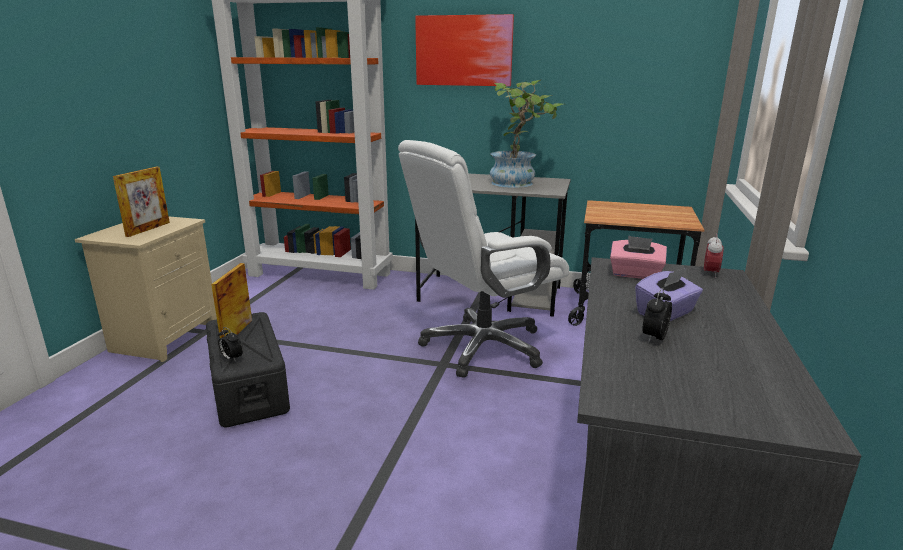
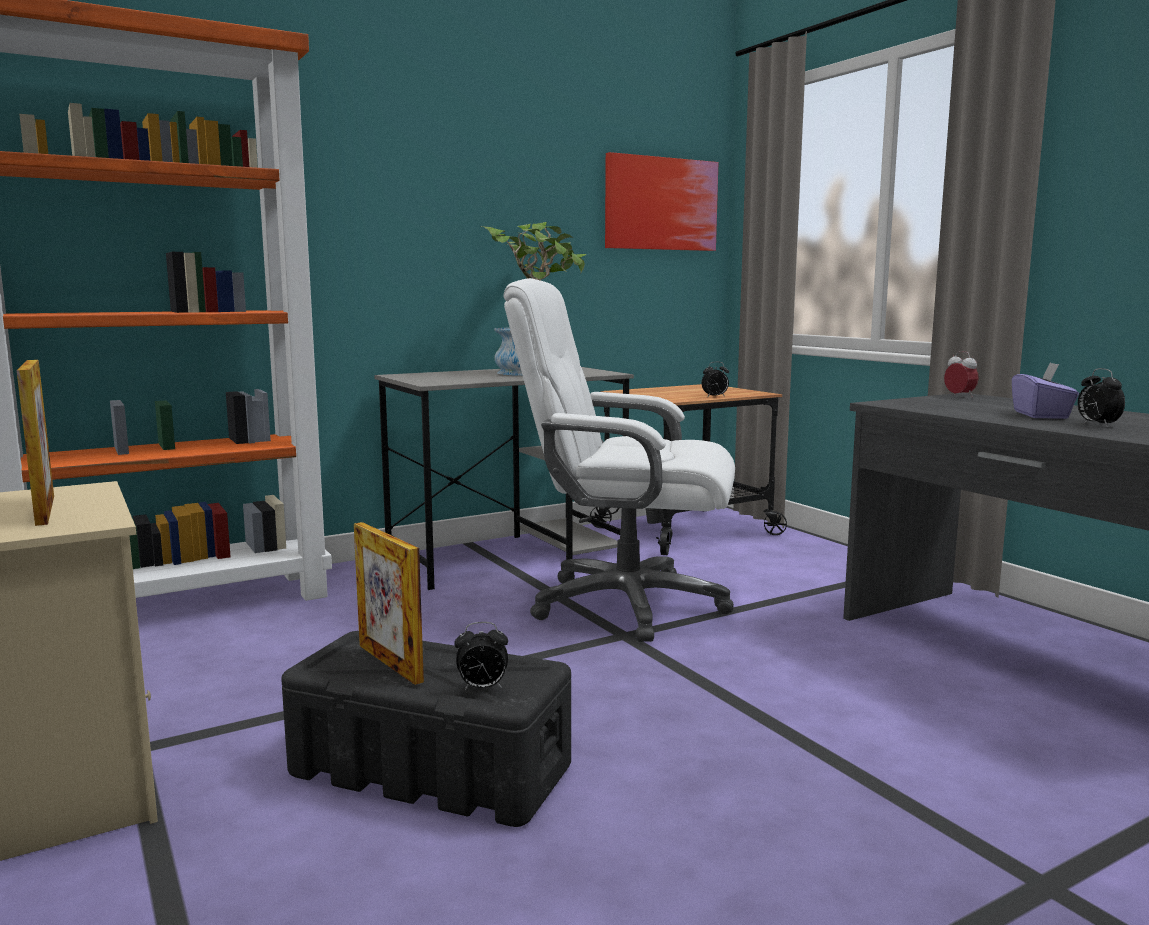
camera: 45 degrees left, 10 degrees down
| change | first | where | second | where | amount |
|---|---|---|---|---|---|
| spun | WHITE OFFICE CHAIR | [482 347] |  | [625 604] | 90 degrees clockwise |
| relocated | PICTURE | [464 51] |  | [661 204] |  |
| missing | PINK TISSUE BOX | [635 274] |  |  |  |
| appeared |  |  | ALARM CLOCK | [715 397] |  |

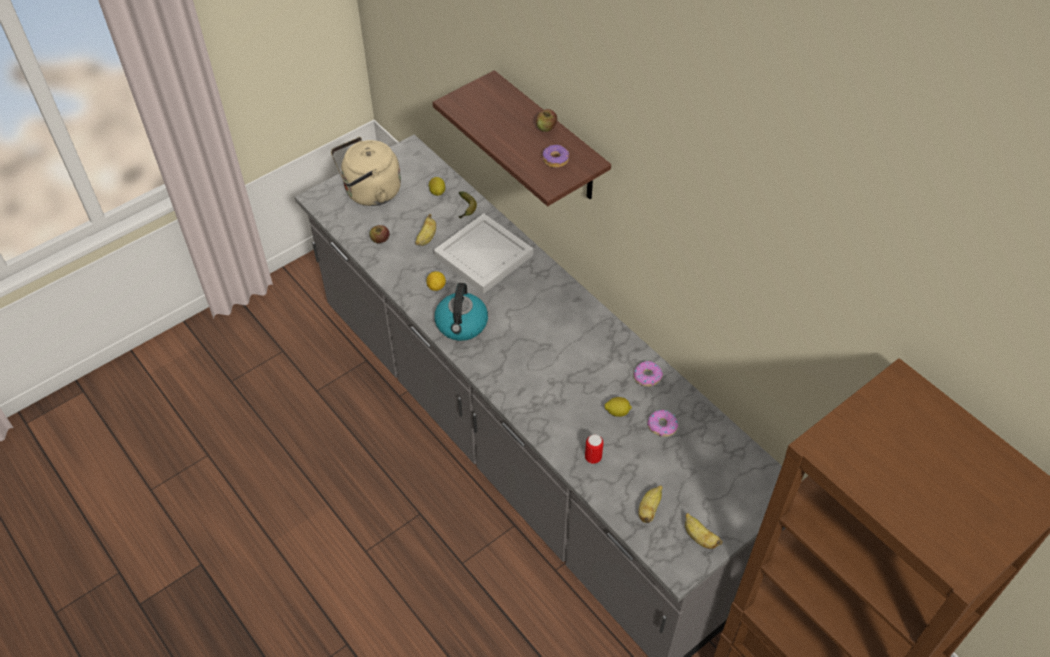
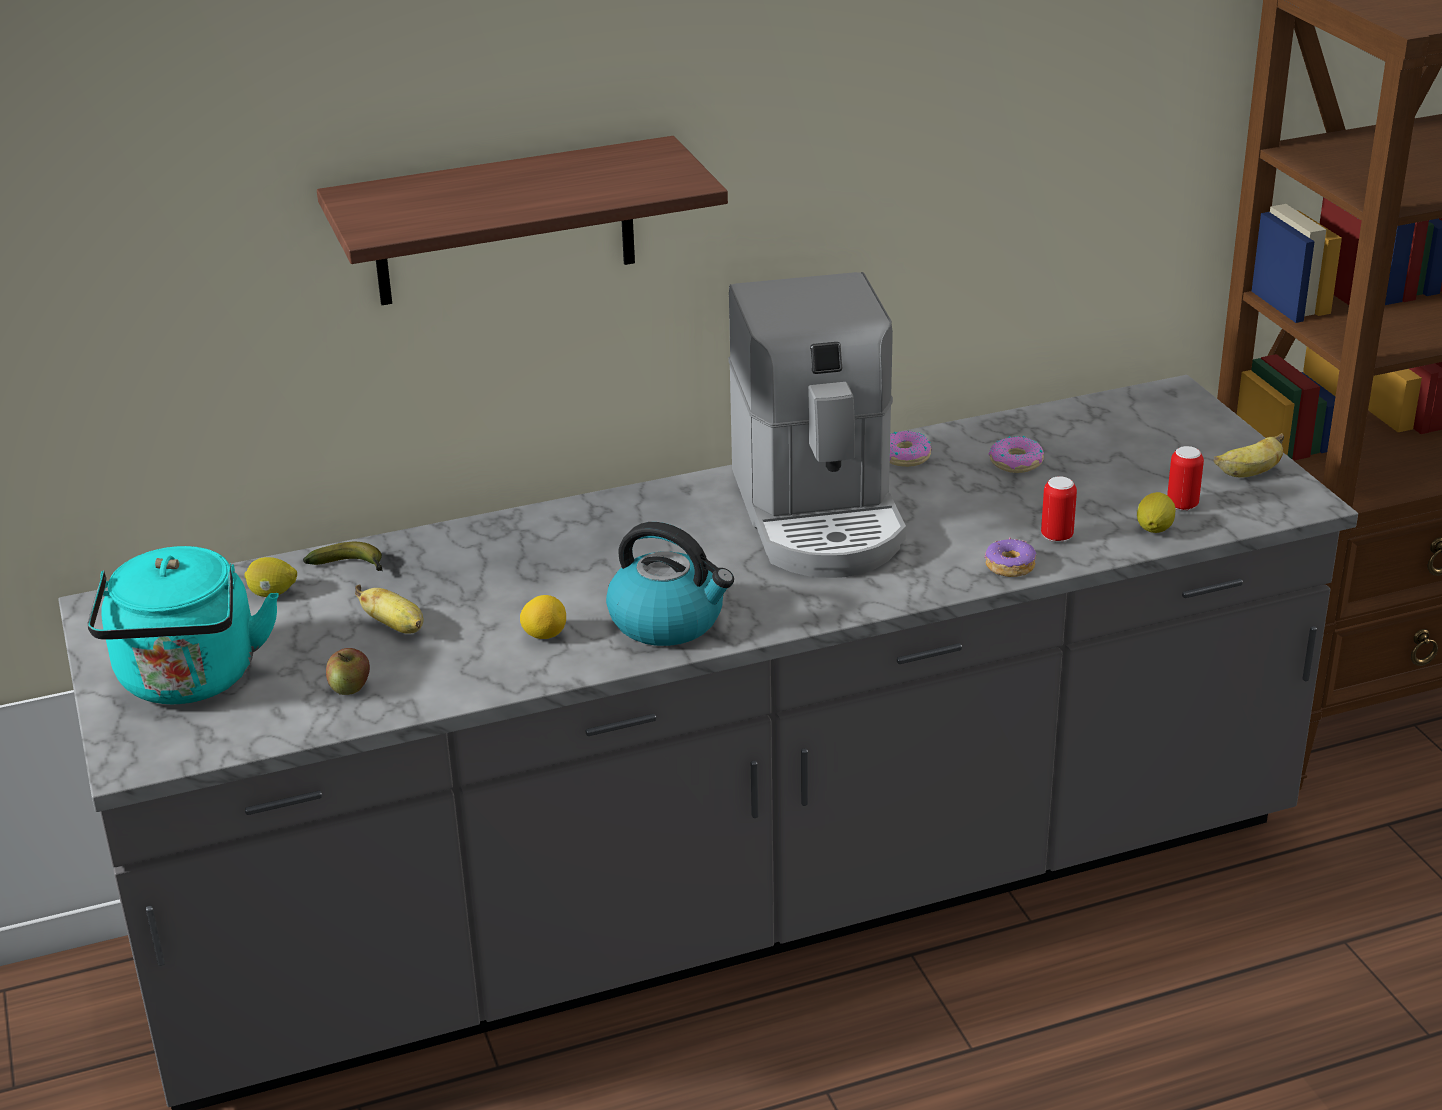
camera: 70 degrees left, 20 degrees down
| change | first | where | second | where | amount |
|---|---|---|---|---|---|
| colour | BEIGE KETTLE | [369 193] | TURQUOISE KETTLE | [189 681] |  |
| missing | WHITE TRAY | [482 256] |  |  |  |
| missing | APPLE | [546 127] |  |  |  |
| relocated | DONUT | [555 160] |  | [1009 566] |  |
| relocated | LEMON | [617 412] |  | [1153 530] |  |
| exchanged | BANANA | [649 509] | CAN | [1182 505] |  |
| appeared |  |  | COFFEE MACHINE | [819 515] |  |

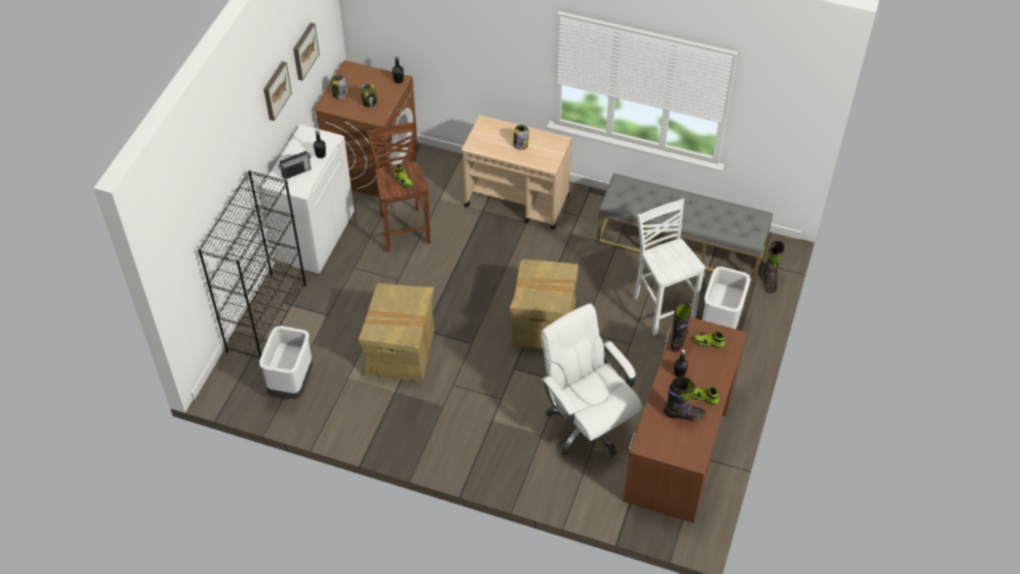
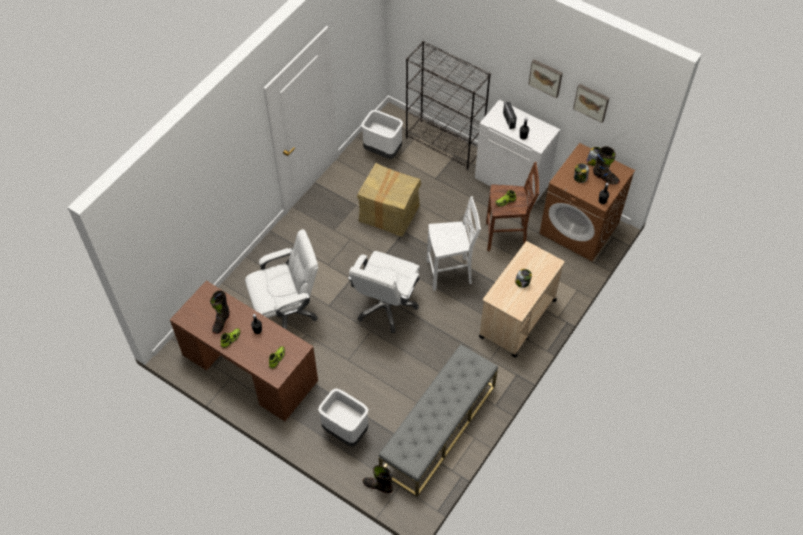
camera: 105 degrees right, 5 degrees up
| change | first | where | second | where | amount |
|---|---|---|---|---|---|
| exchanged | CARDBOARD BOX | [543 324] | WHITE OFFICE CHAIR | [386 306] |  |
| relocated | WHITE STOOL | [662 308] |  | [450 273] |  |
| relocated | BLACK BOOT | [679 338] |  | [605 178] |  |

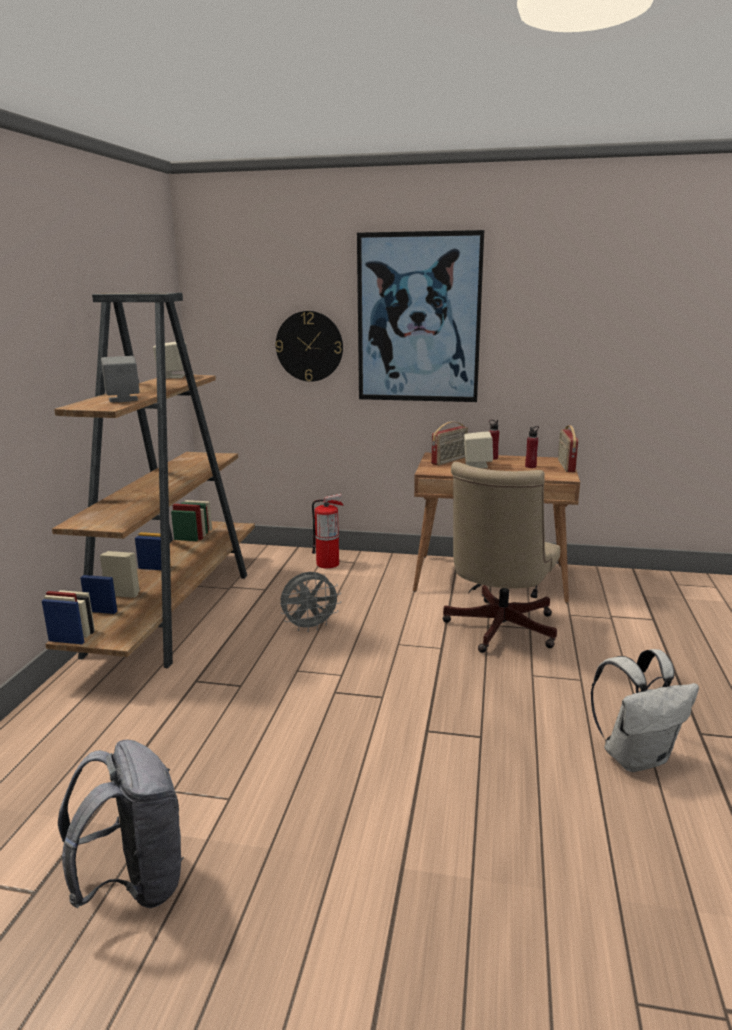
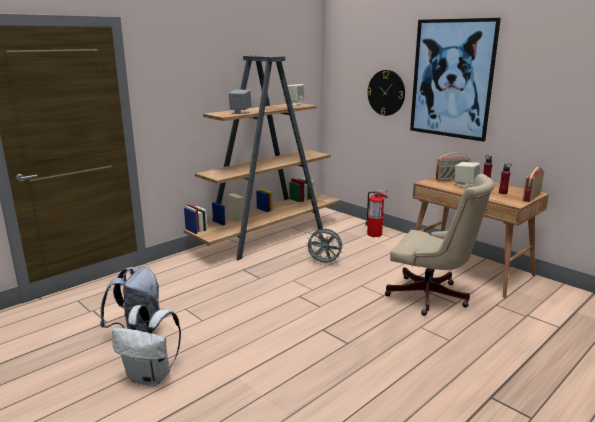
camera: 35 degrees right, 0 degrees up
| change | first | where | second | where | amount |
|---|---|---|---|---|---|
| spun | BEIGE OFFICE CHAIR | [497 630] |  | [432 297] | 120 degrees counterclockwise |
| relocated | WHITE BACKPACK | [636 756] |  | [151 376] |  |

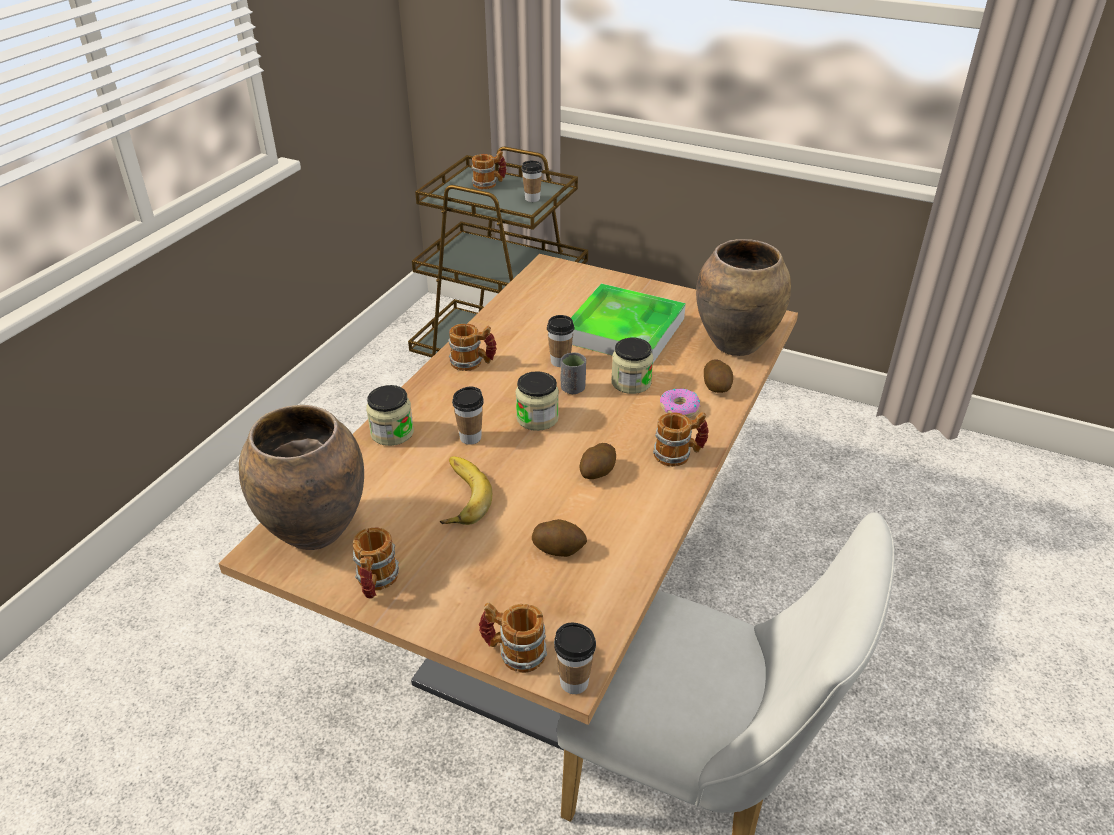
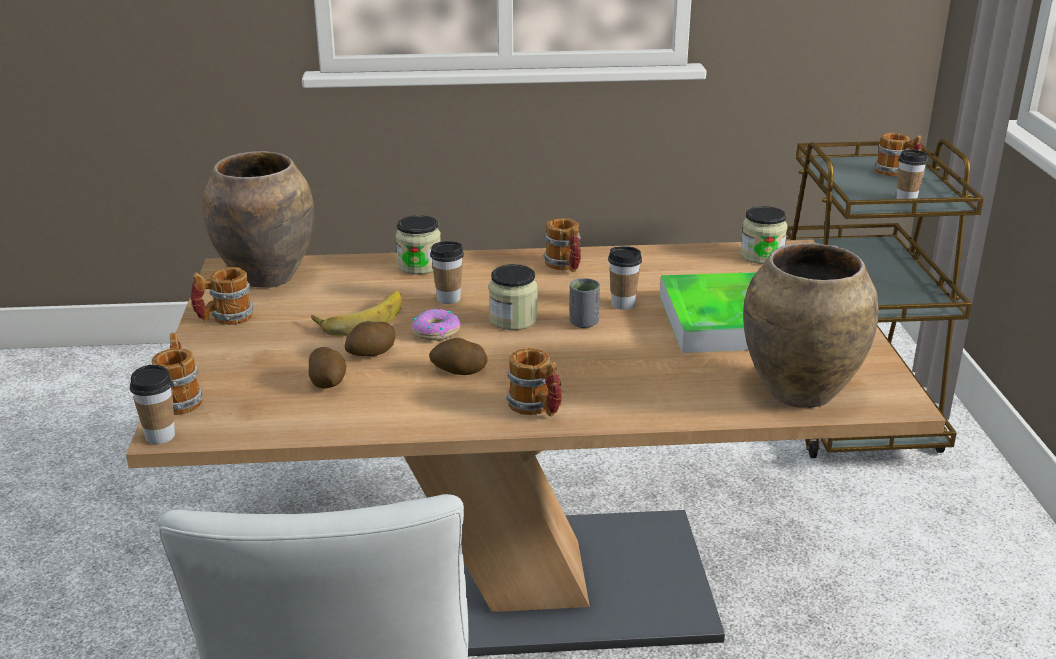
camera: 60 degrees right, 10 degrees down
| change | first | where | second | where | amount |
|---|---|---|---|---|---|
| relocated | JAR | [631 382] |  | [761 256] |  |
| relocated | DONUT | [679 408] |  | [436 331] |  |
| relocated | POTATO | [717 387] |  | [371 354] |  |

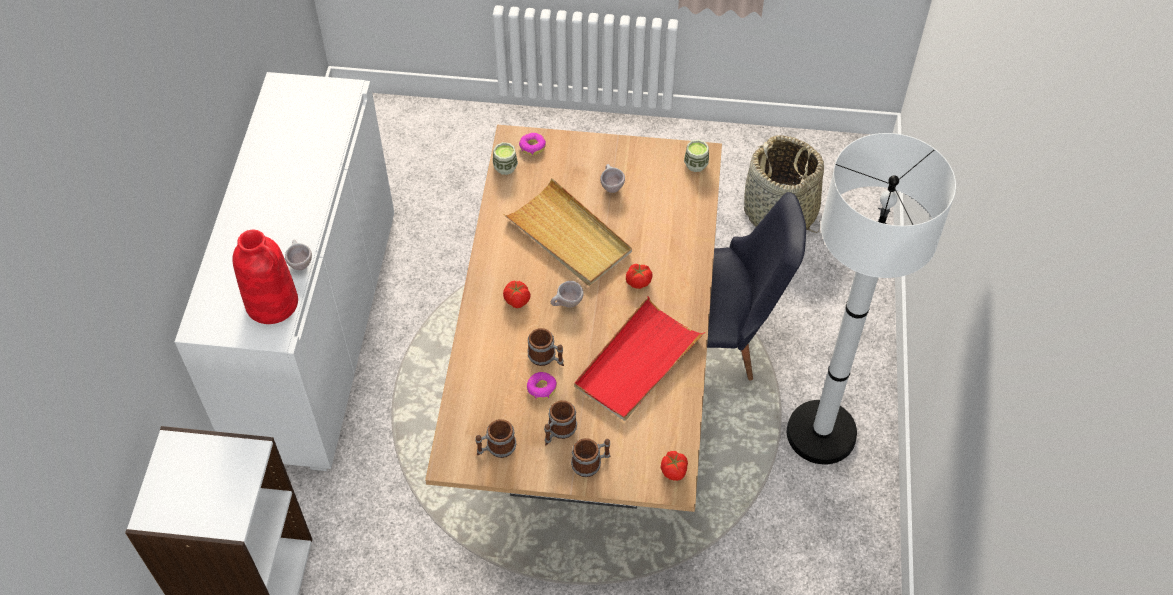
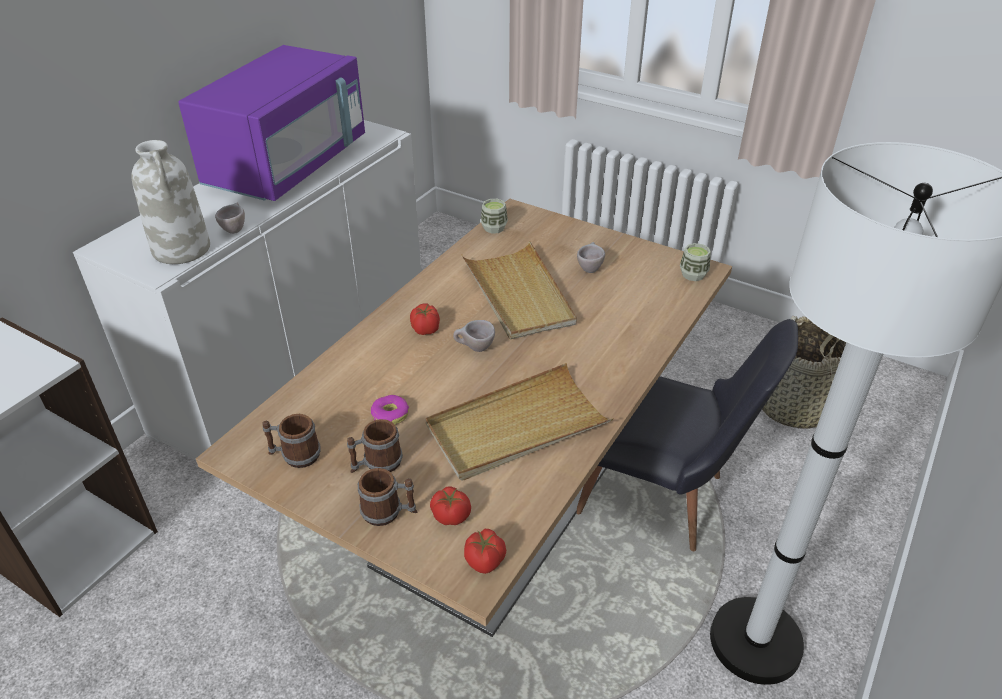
camera: 25 degrees right, 15 degrees down
| change | first | where | second | where | amount |
|---|---|---|---|---|---|
| colour | RED VASE | [273 303] | WHITE VASE | [182 249] |  |
| missing | DONUT | [532 147] |  |  |  |
| missing | MUG | [546 358] |  |  |  |
| colour | RED TRAY | [637 362] | BEIGE TRAY | [516 426] |  |
| relocated | TOMATO | [638 282] |  | [451 516] |  |
| appeared |  |  | PURPLE MICROWAVE | [289 165] |  |

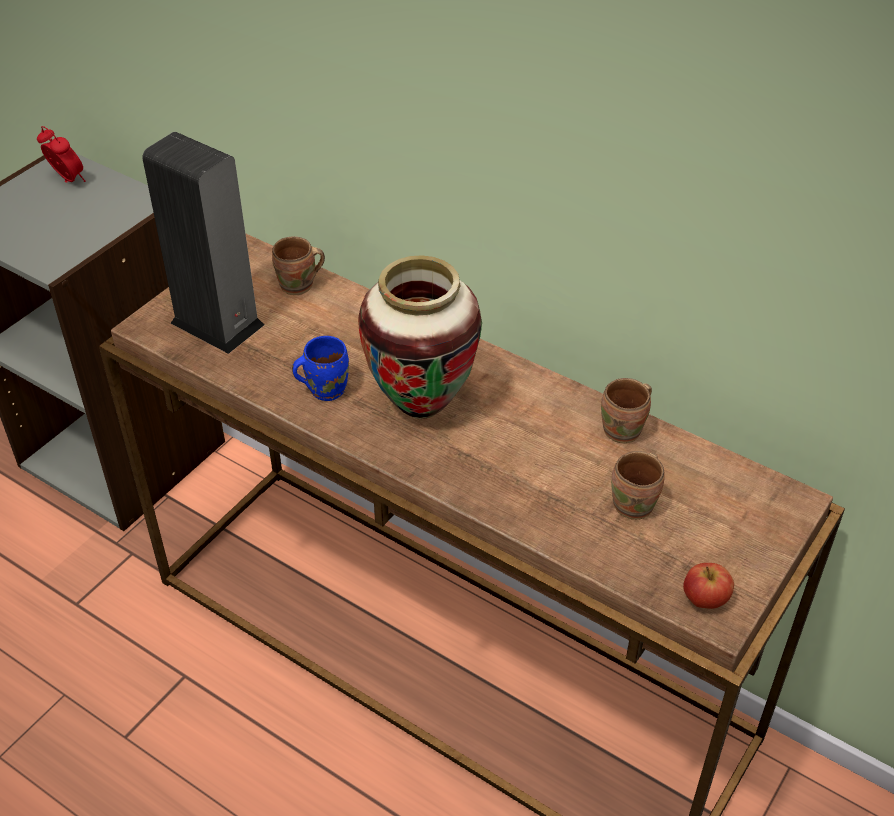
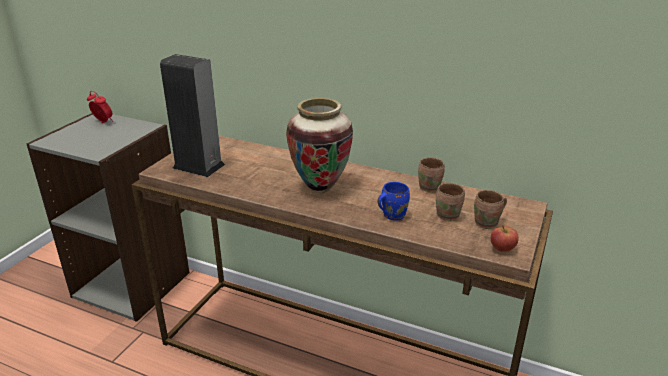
camera: 10 degrees left, 15 degrees down
| change | first | where | second | where | amount |
|---|---|---|---|---|---|
| relocated | BROWN MUG | [299 286] |  | [488 224] |  |
| relocated | BLUE MUG | [324 388] |  | [392 215] |  |

